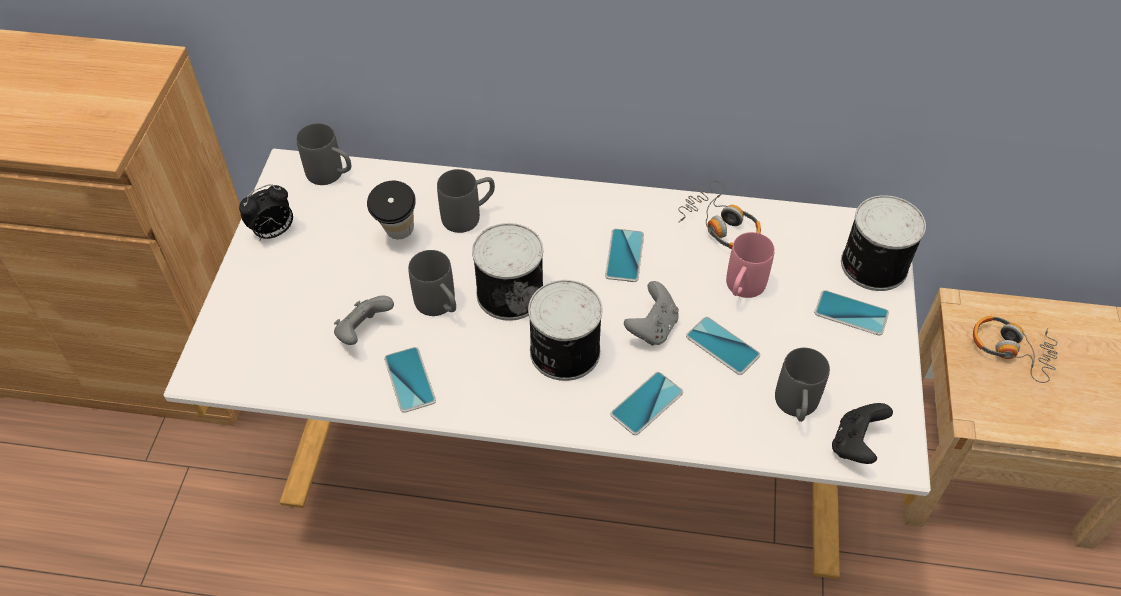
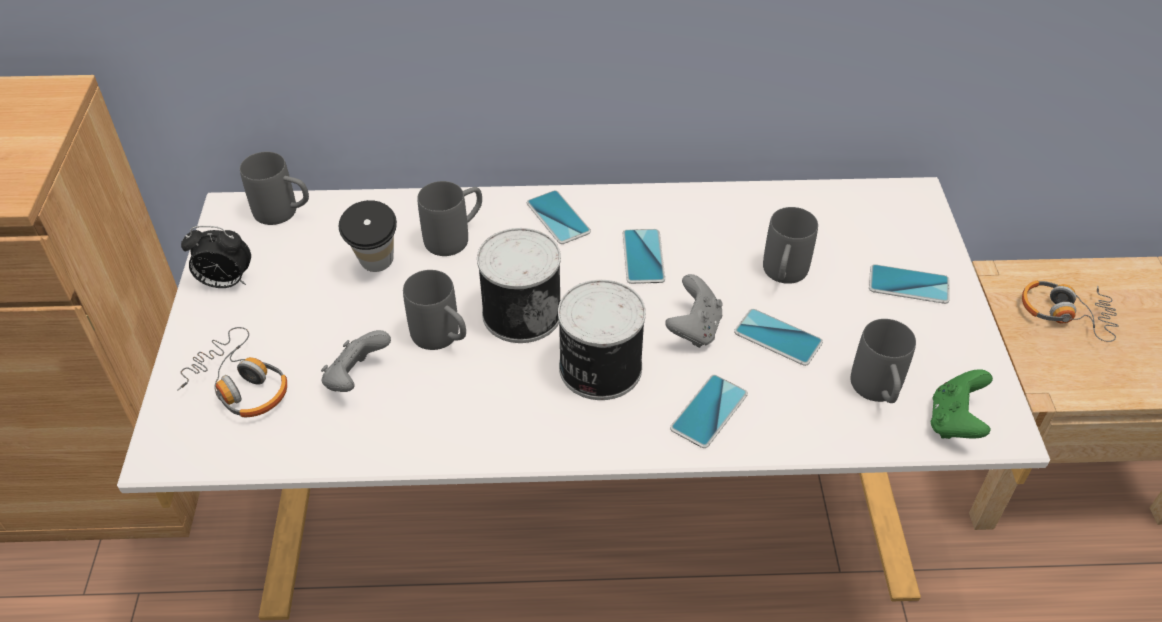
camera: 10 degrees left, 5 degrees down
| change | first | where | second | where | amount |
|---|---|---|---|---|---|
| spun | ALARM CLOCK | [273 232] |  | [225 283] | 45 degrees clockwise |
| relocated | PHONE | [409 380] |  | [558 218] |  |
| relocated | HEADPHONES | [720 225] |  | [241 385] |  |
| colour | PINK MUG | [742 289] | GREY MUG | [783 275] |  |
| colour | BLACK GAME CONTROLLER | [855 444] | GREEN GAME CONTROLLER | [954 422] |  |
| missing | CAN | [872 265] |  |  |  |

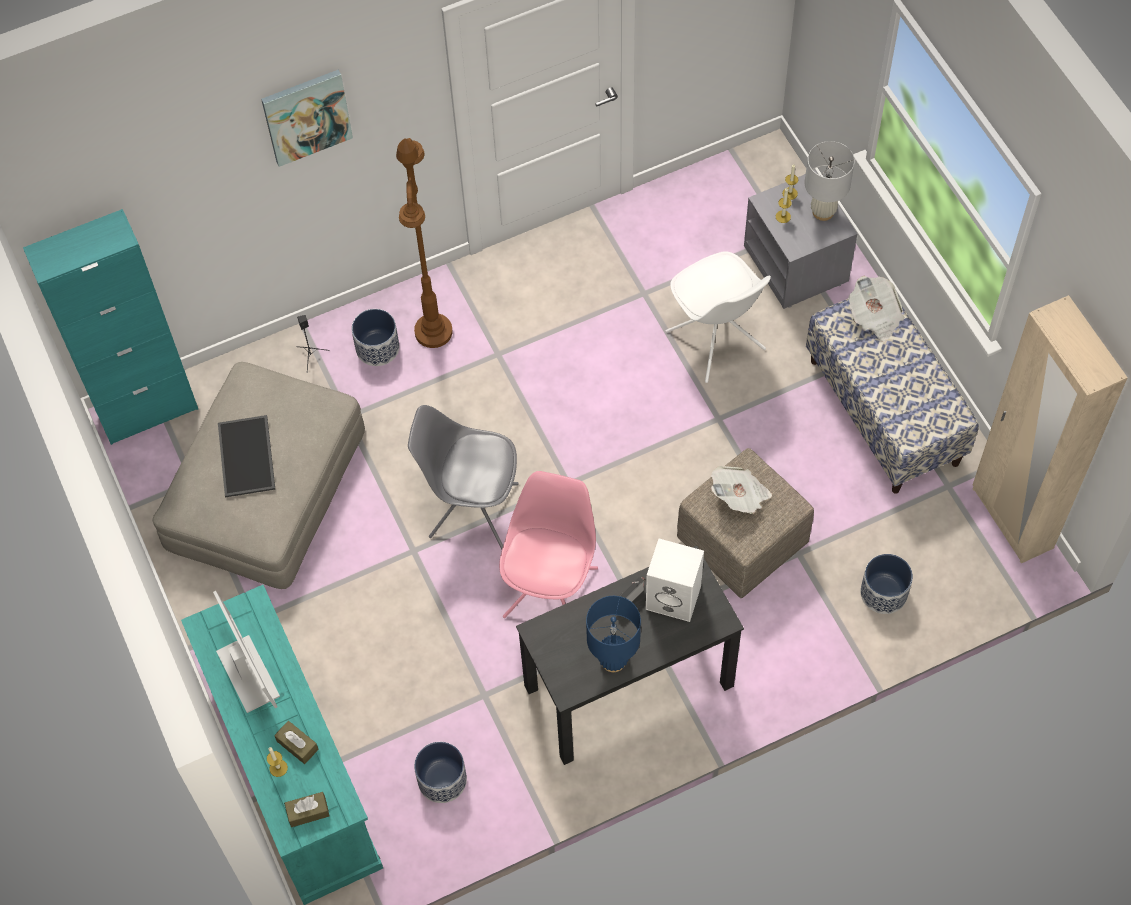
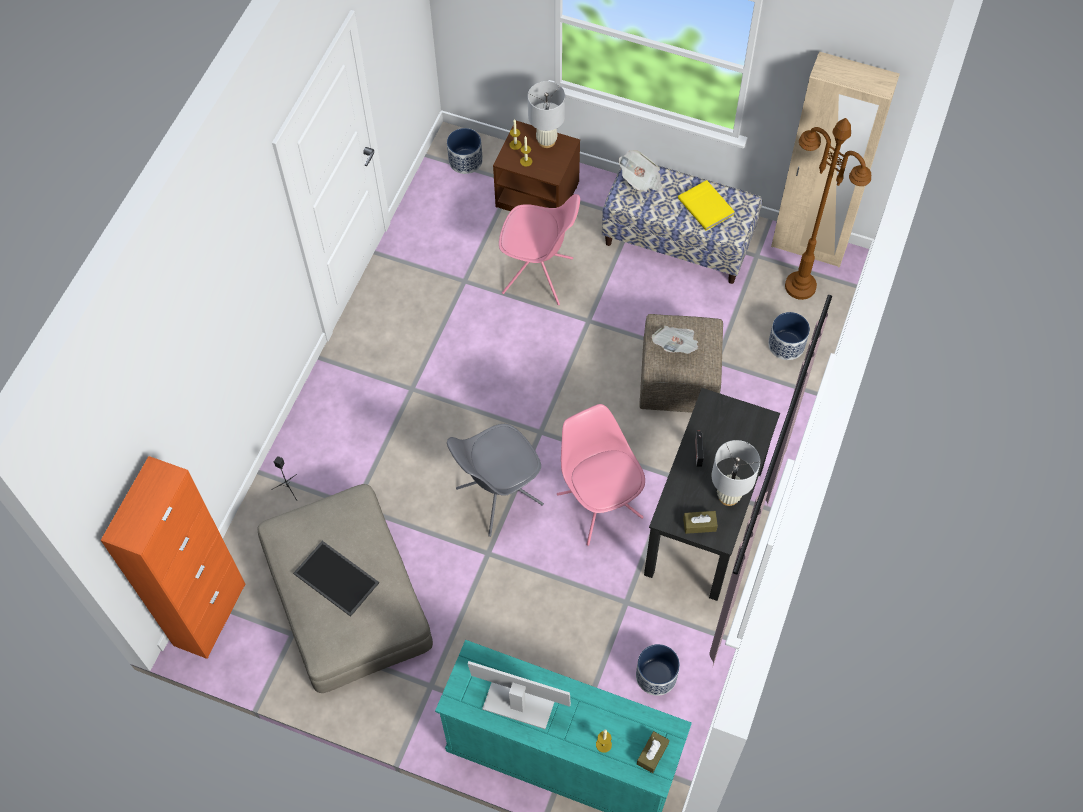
camera: 45 degrees left, 0 degrees up
| change | first | where | second | where | amount |
|---|---|---|---|---|---|
| colour | TURQUOISE CABINET | [147 410] | ORANGE CABINET | [209 614] |  |
| missing | PICTURE | [306 116] |  |  |  |
| relocated | BROWN TISSUE BOX | [297 745] |  | [699 525] |  |
| relocated | PLANTER | [378 348] |  | [465 160] |  |
| relocated | BROWN FLOOR LAMP | [433 332] |  | [800 286] |  |
| colour | BLUE TABLE LAMP | [613 661] | WHITE TABLE LAMP | [728 496] |  |
| missing | WHITE SPEAKER | [675 597] |  |  |  |
| colour | WHITE CHAIR | [716 342] | PINK CHAIR | [539 276] |  |
| colour | GREY NIGHTSTAND | [797 264] | BROWN NIGHTSTAND | [538 194] |  |
| appeared |  |  | YELLOW BOOK | [706 206] |  |

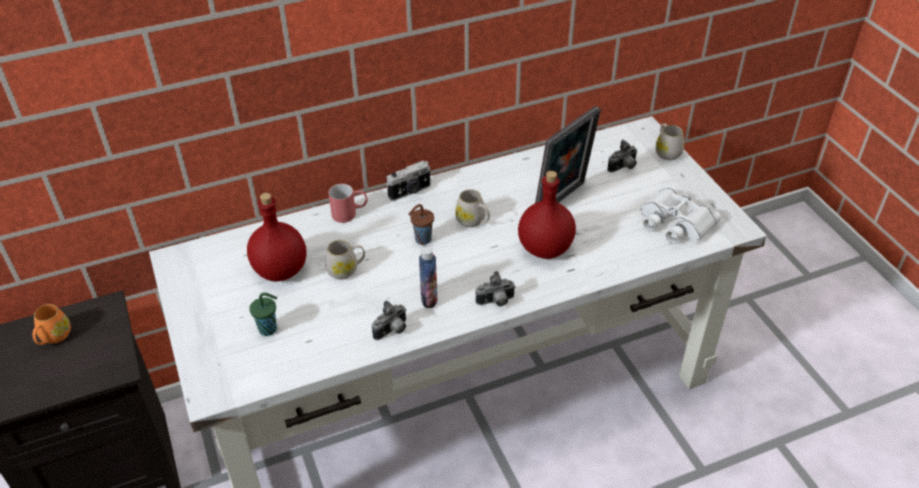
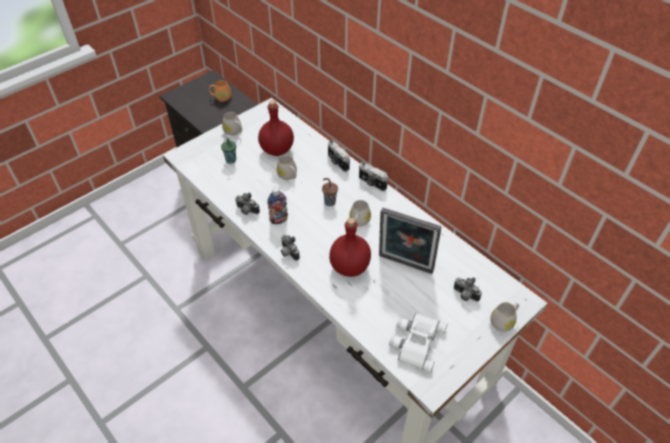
camera: 70 degrees right, 5 degrees up
| change | first | where | second | where | amount |
|---|---|---|---|---|---|
| exchanged | RED MUG | [350 213] | PHOTO CAMERA | [337 162] |  |
| appeared |  |  | WHITE MUG | [234 132] |  |

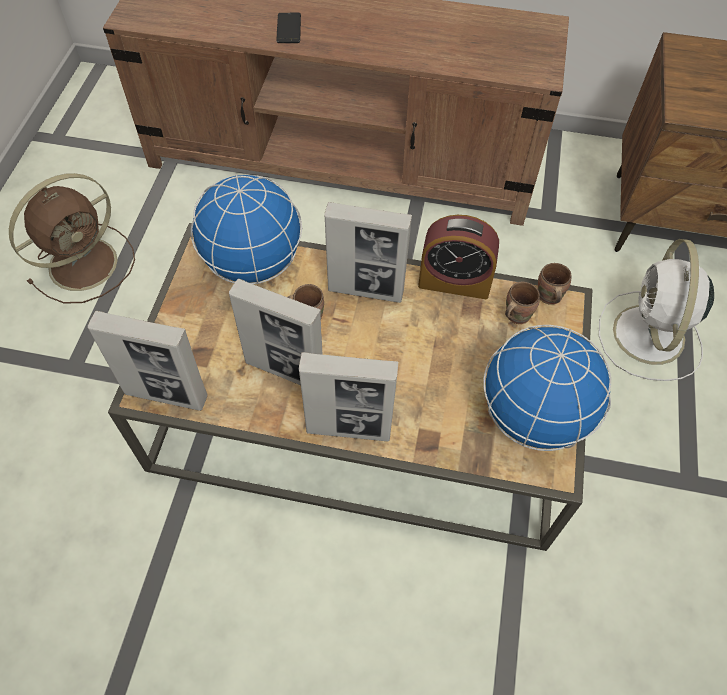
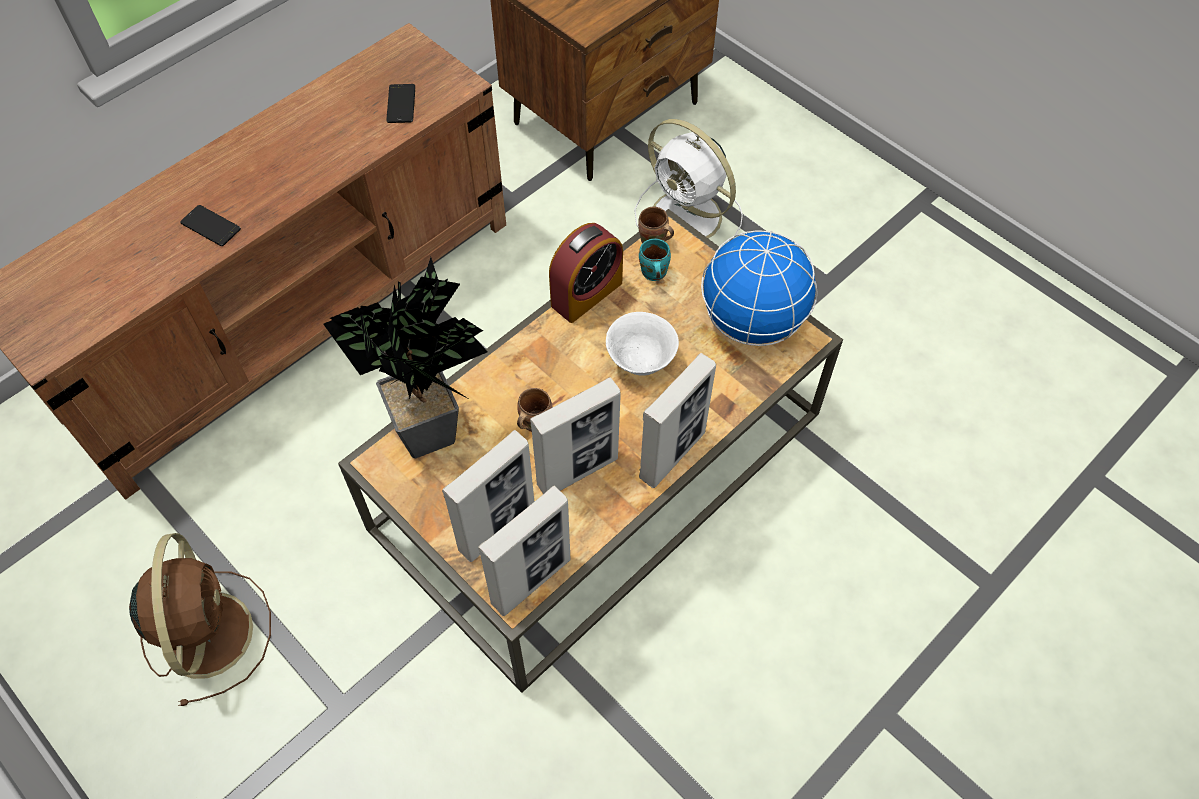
camera: 55 degrees left, 0 degrees up
| change | first | where | second | where | amount |
|---|---|---|---|---|---|
| exchanged | GLOBE | [252 264] | POTTED PLANT | [438 435] |  |
| relocated | PICTURE FRAME | [366 291] |  | [497 528] |  |
| colour | BROWN MUG | [515 314] | TURQUOISE MUG | [652 274] |  |
| appeared |  |  | PHONE | [401 104] |  |
| appeared |  |  | WHITE BOWL | [641 362] |  |

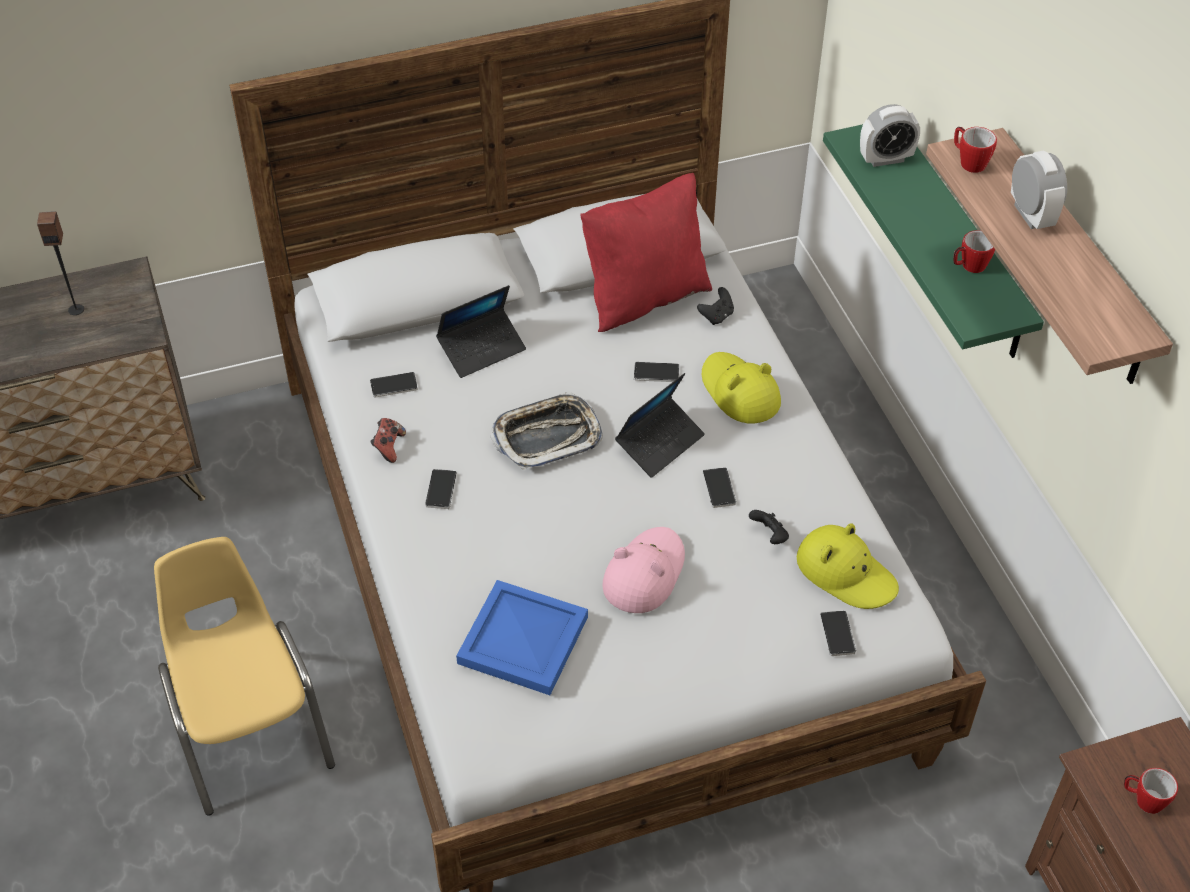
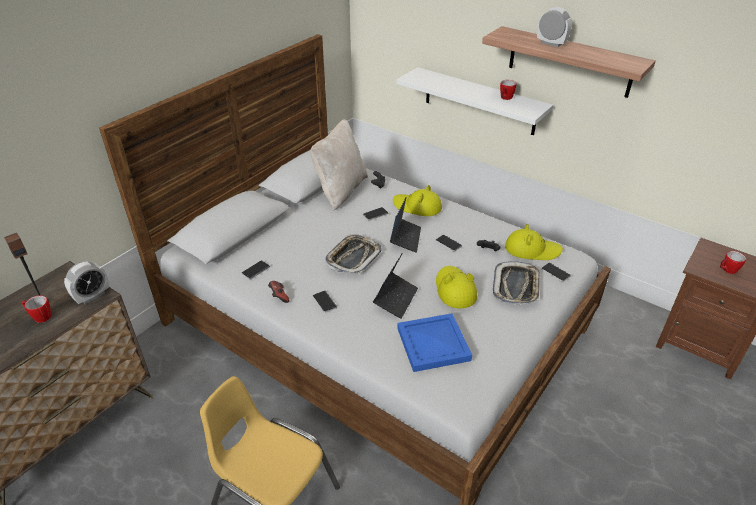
camera: 35 degrees left, 10 degrees down
| change | first | where | second | where | amount |
|---|---|---|---|---|---|
| relocated | LAPTOP | [482 349] |  | [395 299] |  |
| colour | RED PILLOW | [644 297] | BEIGE PILLOW | [340 190] |  |
| colour | PINK HAT | [644 573] | YELLOW HAT | [455 290] |  |
| colour | GREEN SHELF | [959 241] | WHITE SHELF | [479 101] |  |
| relocated | ALARM CLOCK | [885 159] |  | [92 296] |  |
| relocated | MUG | [968 162] |  | [40 317] |  |
| appeared |  |  | TRAY | [516 286] |  |

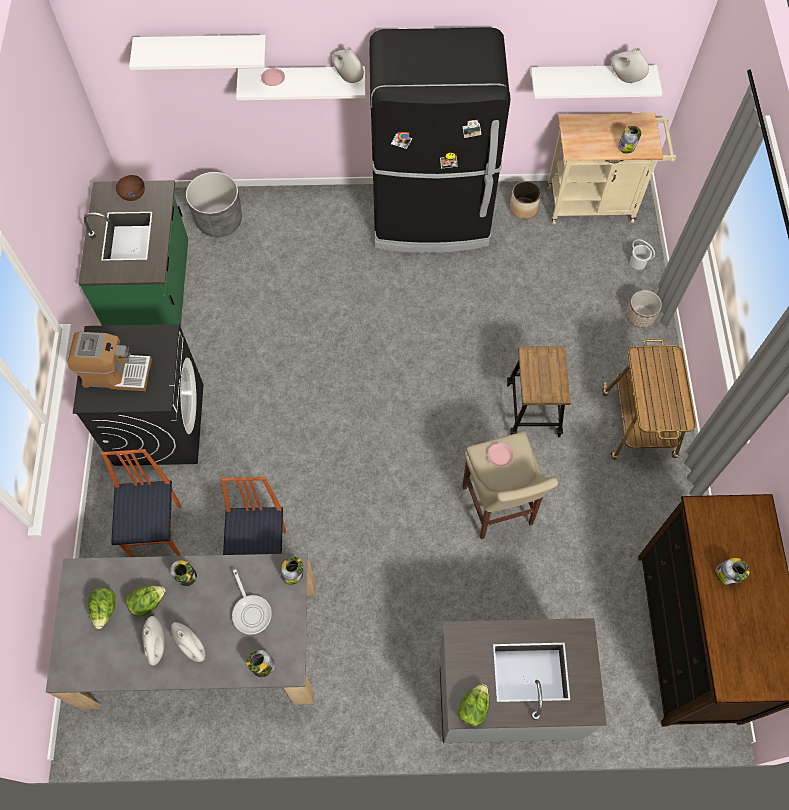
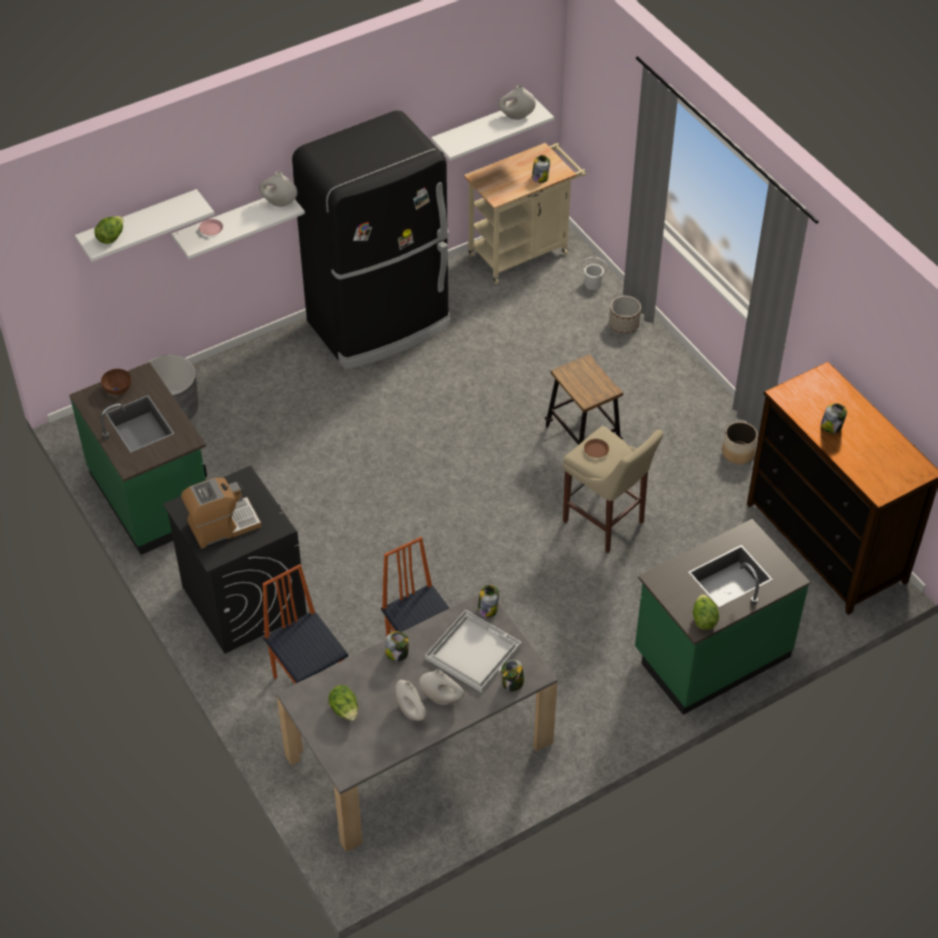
camera: 30 degrees left, 15 degrees down
| change | first | where | second | where | amount |
|---|---|---|---|---|---|
| relocated | LETTUCE | [148 602] |  | [111 237] |  |
| exchanged | FRYING PAN | [251 611] | WHITE TRAY | [473 651] |  |
| colour | GREY COUNTER | [507 694] | GREEN COUNTER | [711 654] |  |
| colour | PINK PLATE | [500 456] | BROWN PLATE | [596 450] |  |
| relocated | PLANTER | [523 208] |  | [738 452] |  |
| missing | CART | [638 426] |  |  |  |

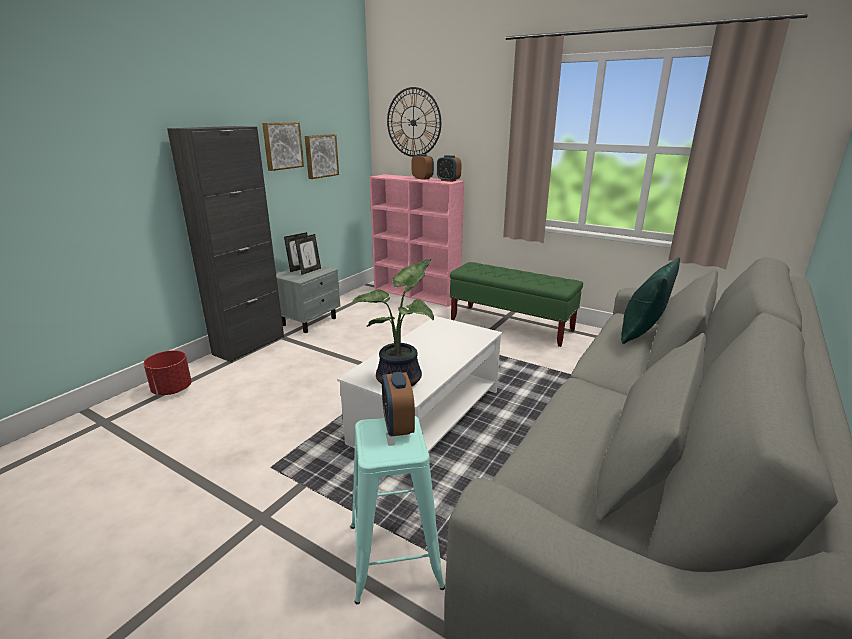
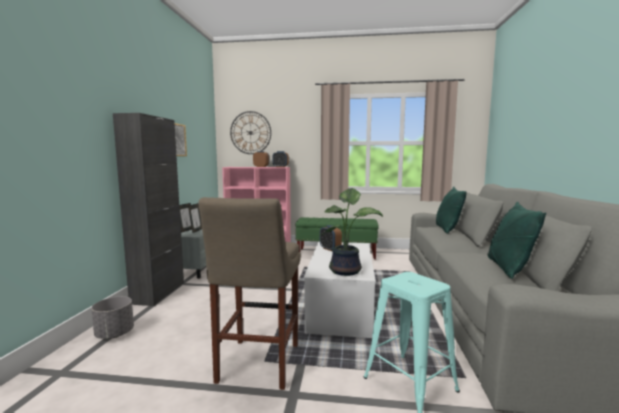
camera: 25 degrees left, 15 degrees down
| change | first | where | second | where | amount |
|---|---|---|---|---|---|
| colour | RED PLANTER | [172 390] | GREY PLANTER | [114 334] |  |
| missing | PICTURE | [320 156] |  |  |  |
| relocated | ALARM CLOCK | [398 426] |  | [330 249] |  |
| appeared |  |  | BEIGE STOOL | [257 365] |  |
| appeared |  |  | GREEN PILLOW | [508 268] |  |

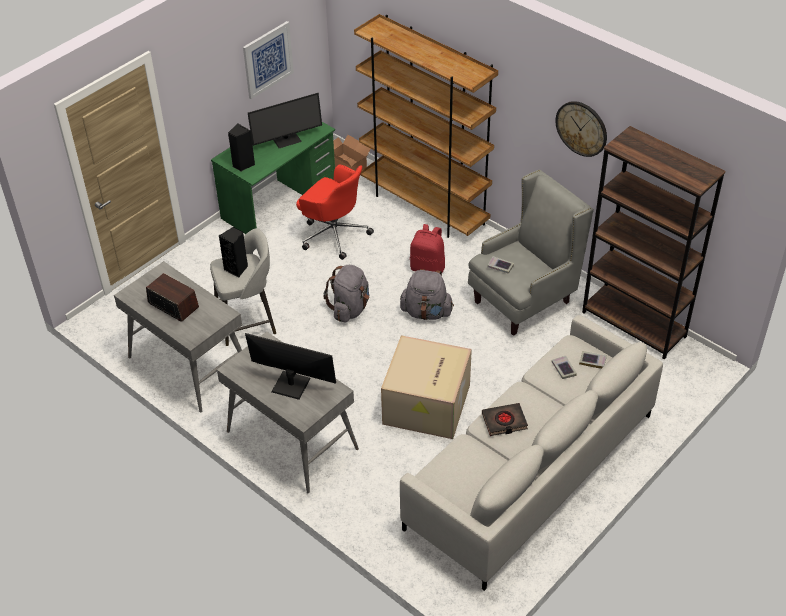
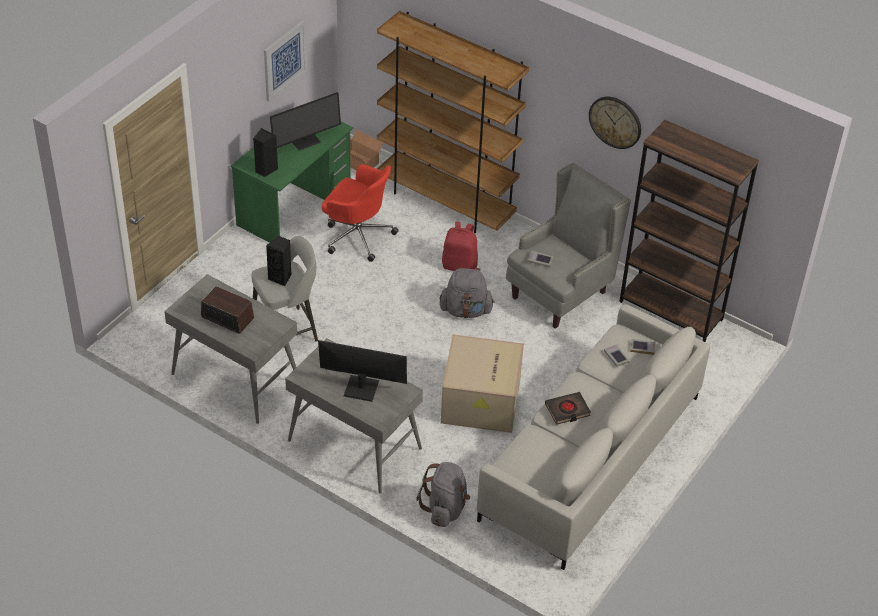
camera: 10 degrees left, 0 degrees up
| change | first | where | second | where | amount |
|---|---|---|---|---|---|
| relocated | GREY BACKPACK | [350 308] |  | [445 508] |  |

